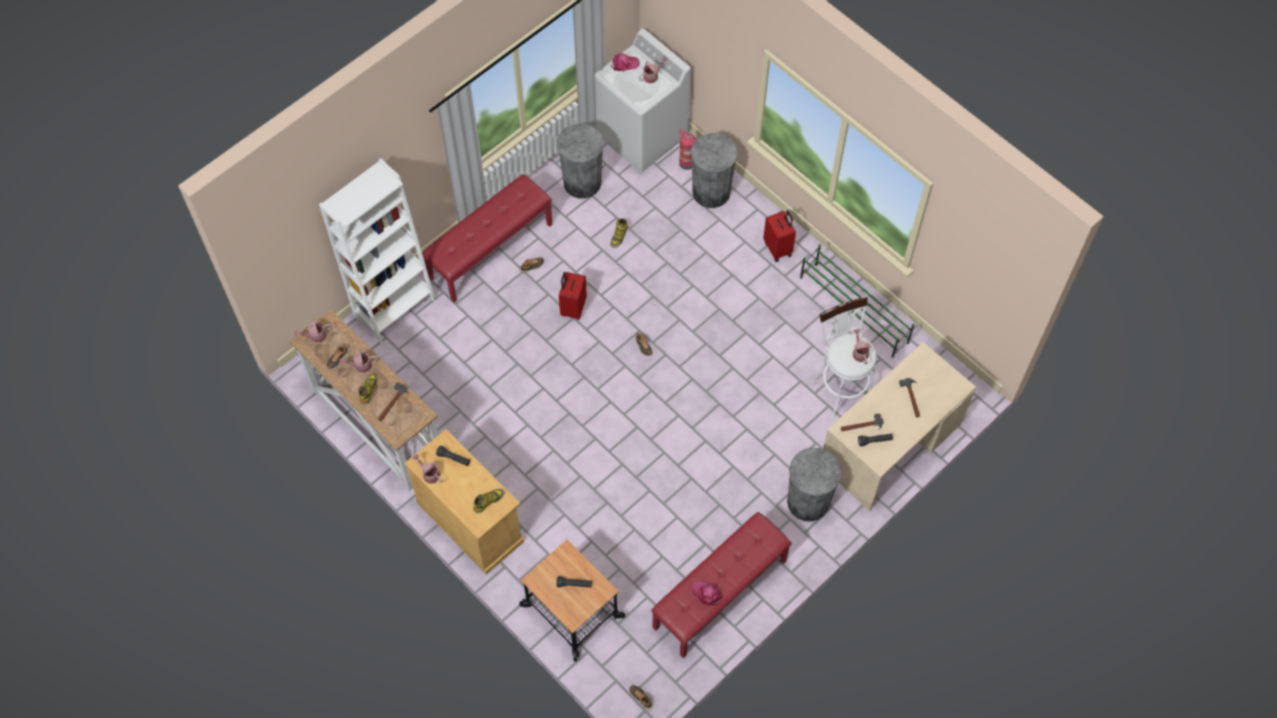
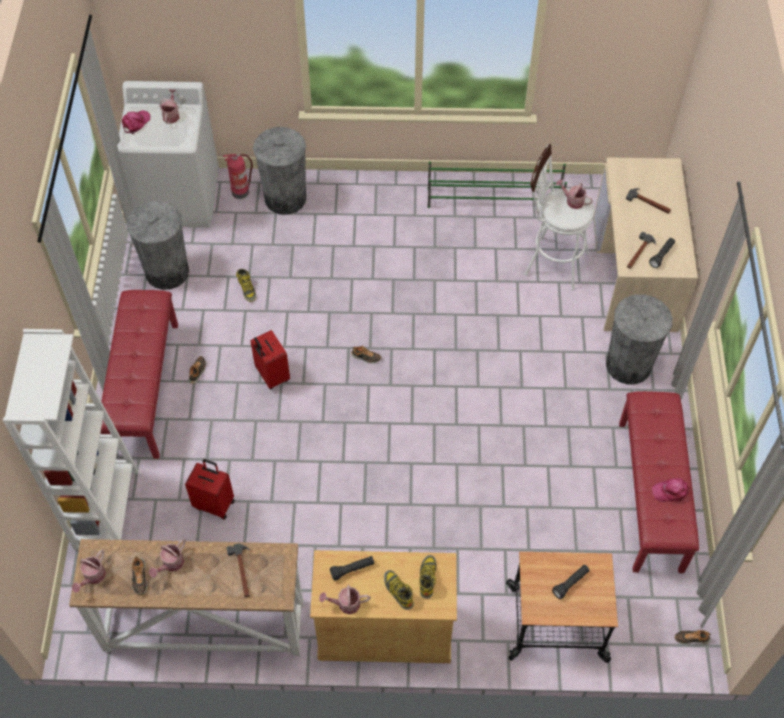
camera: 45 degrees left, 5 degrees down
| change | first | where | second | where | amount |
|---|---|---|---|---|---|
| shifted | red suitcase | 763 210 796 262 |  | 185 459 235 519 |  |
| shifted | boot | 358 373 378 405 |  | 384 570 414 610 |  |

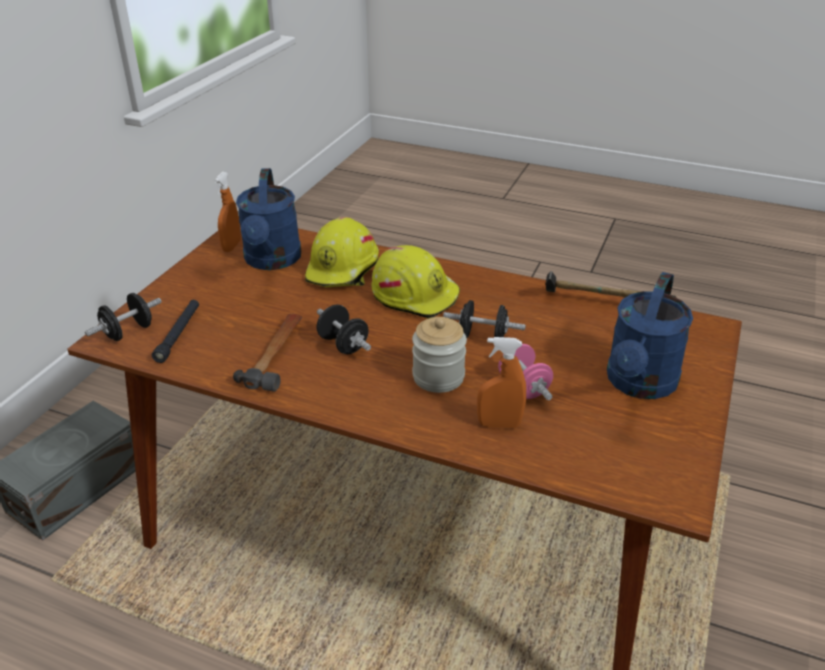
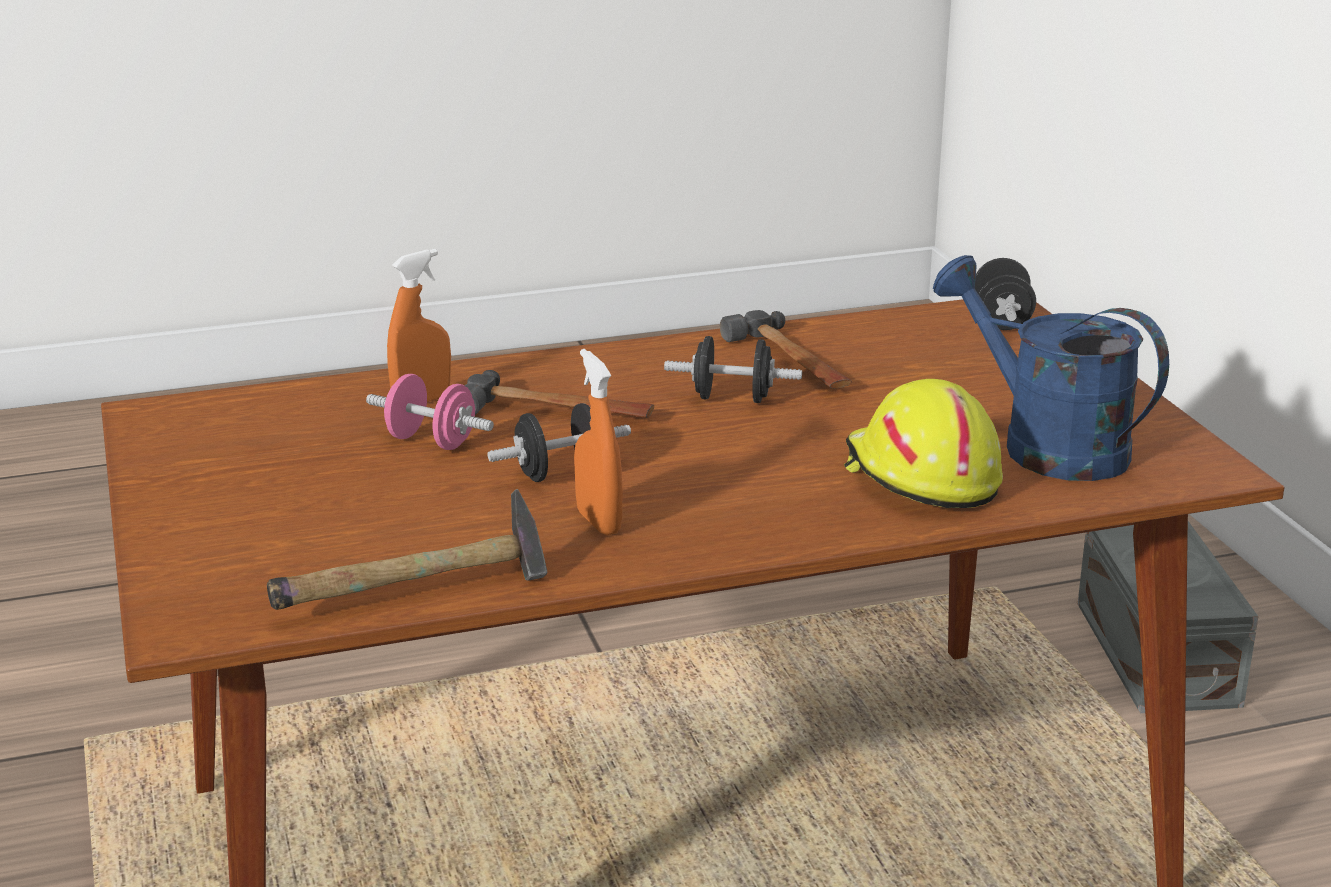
camera: 140 degrees right, 10 degrees down
| change | first | where | second | where | amount |
|---|---|---|---|---|---|
| swapped | jar | 412 317 467 393 | hammer | 465 370 654 418 |  |
| shifted | orange spray bottle | 214 172 241 252 |  | 574 349 623 535 |  |
| gone | black flashlight | 152 300 199 363 |  |  |  |
| gone | yellow hard hat | 372 245 460 319 |  |  |  |
| gone | blue watering can | 607 272 693 399 |  |  |  |

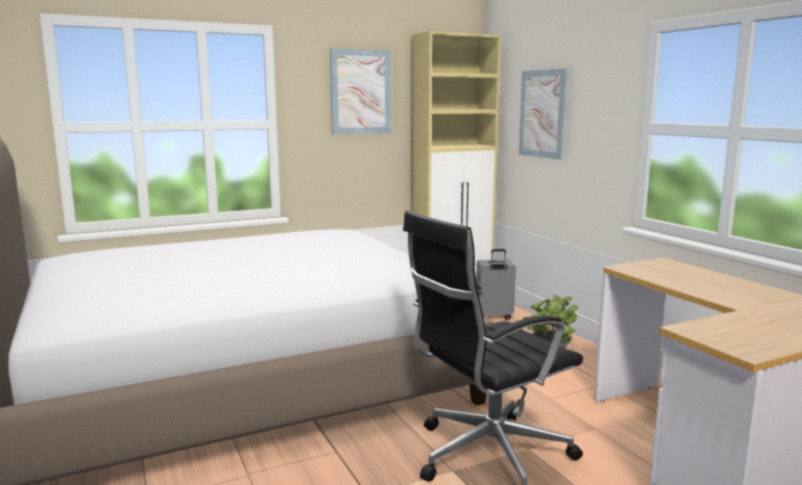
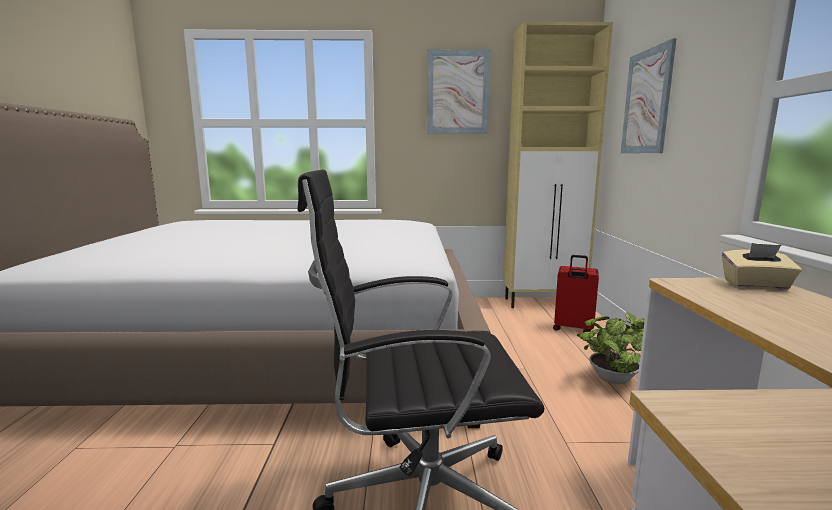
camera: 25 degrees right, 0 degrees up
| change | first | where | second | where | amount |
|---|---|---|---|---|---|
| repainted | grey suitcase | 476 249 516 320 | red suitcase | 553 255 599 333 |  |
| new |  |  | beige tissue box | 722 243 802 290 |  |

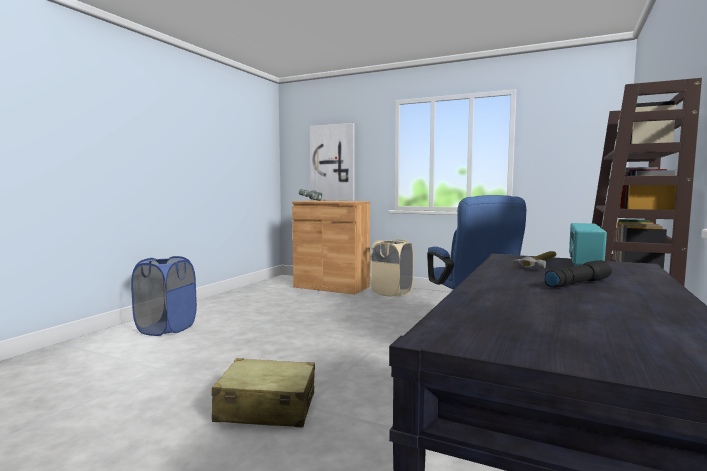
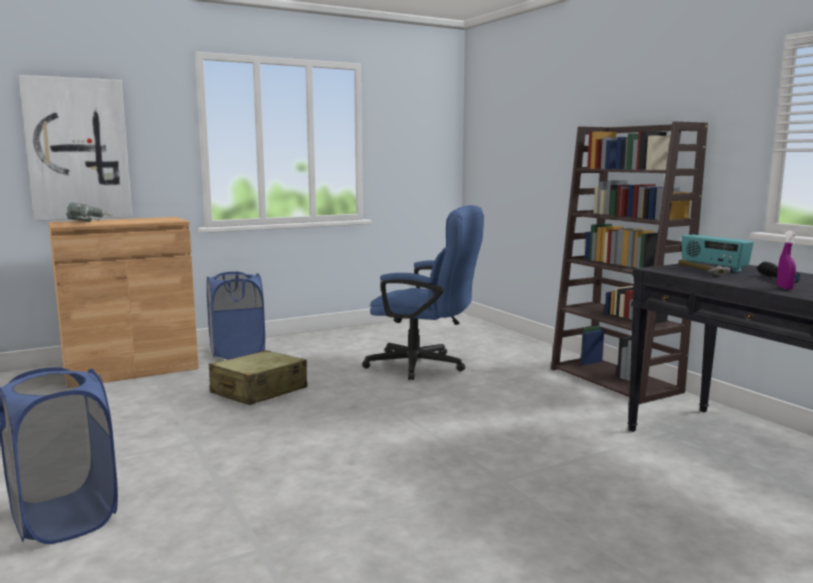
camera: 55 degrees left, 5 degrees up
| change | first | where | second | where | amount |
|---|---|---|---|---|---|
| repainted | beige laundry basket | 370 239 414 297 | blue laundry basket | 207 271 265 360 |  |
| shifted | beige suitcase | 212 358 315 427 |  | 209 350 307 405 |  |
| new |  |  | purple spray bottle | 777 231 797 290 |  |

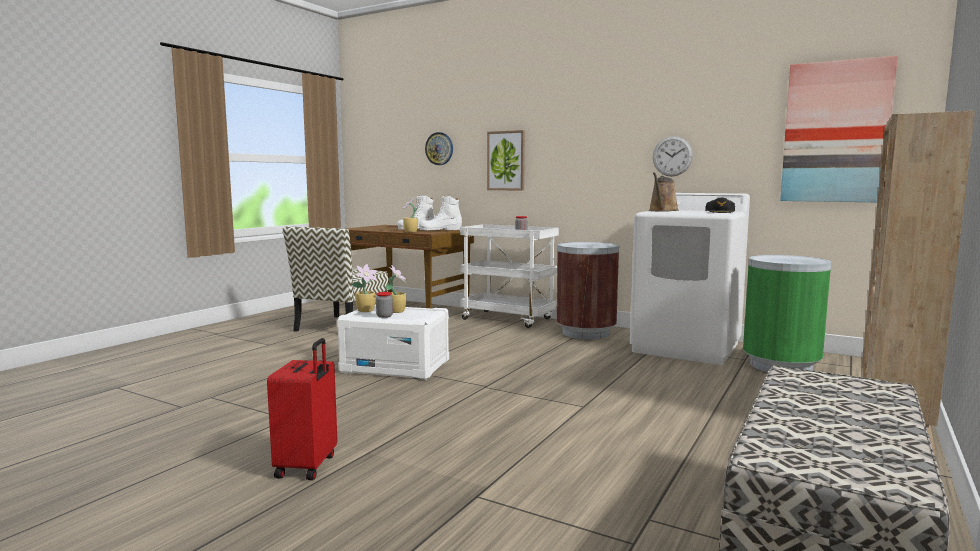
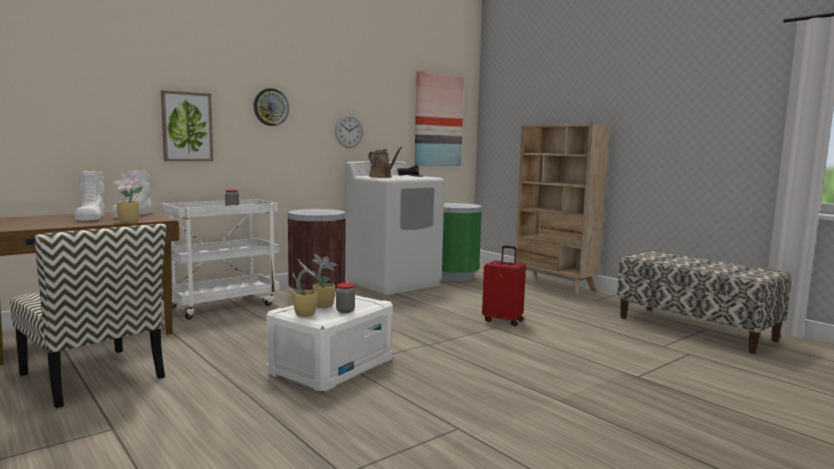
camera: 70 degrees left, 0 degrees up
| change | first | where | second | where | amount |
|---|---|---|---|---|---|
| shifted | wall clock | 425 132 453 165 |  | 254 88 289 126 |  |
| shifted | red suitcase | 267 338 337 480 |  | 482 245 526 326 |  |

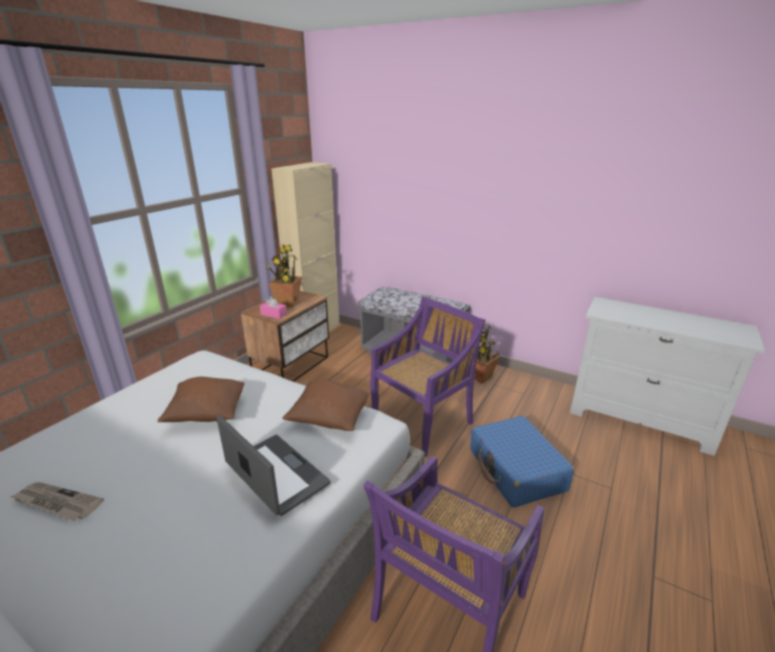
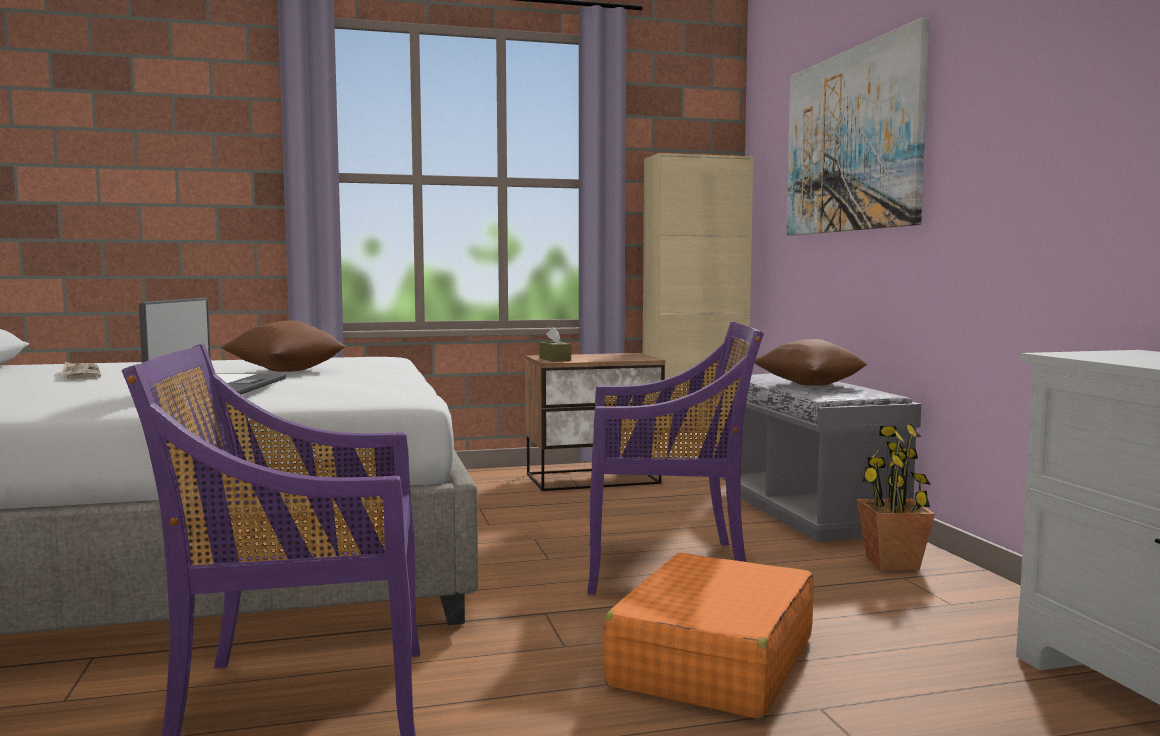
camera: 45 degrees right, 20 degrees down
| change | first | where | second | where | amount |
|---|---|---|---|---|---|
| repainted | pink tissue box | 260 297 287 319 | brown tissue box | 539 327 571 362 |  |
| repainted | blue suitcase | 470 416 574 508 | orange suitcase | 604 553 814 719 |  |
| shifted | brown pillow | 282 380 370 431 |  | 755 339 868 386 |  |
| new |  |  | picture | 786 18 930 236 |  |
| gone | potted plant | 267 245 302 307 |  |  |  |

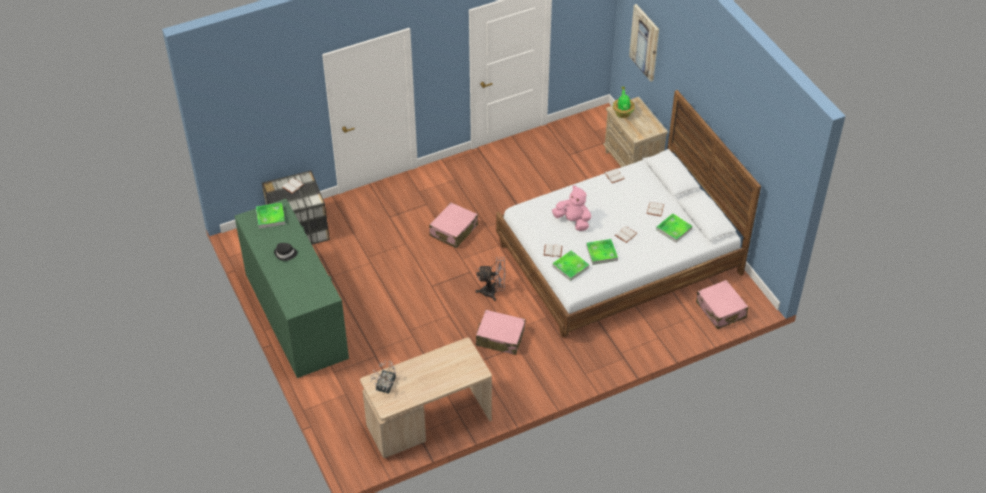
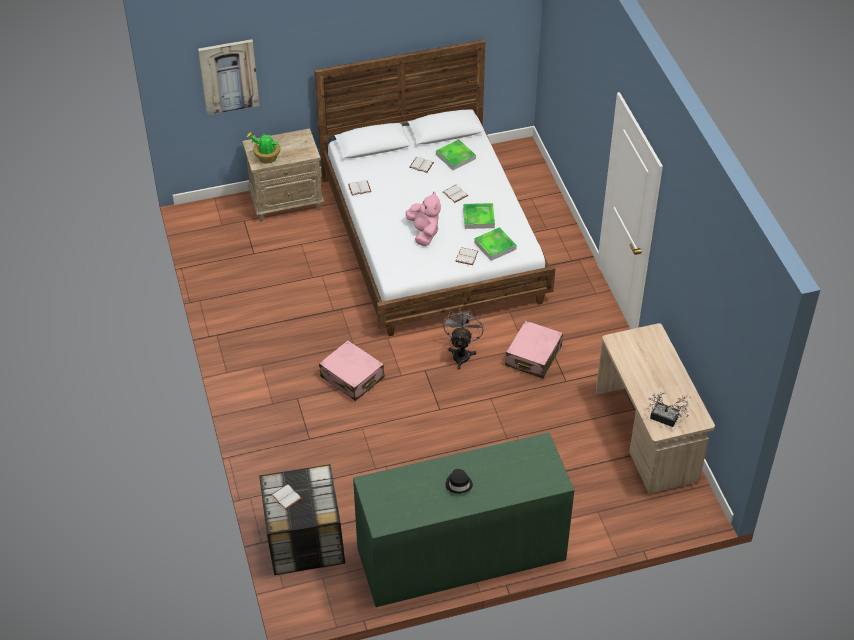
camera: 80 degrees left, 0 degrees up
| change | first | where | second | where | amount |
|---|---|---|---|---|---|
| rotated | pink plush toy | 552 185 591 231 |  | 406 191 441 246 | 120 degrees clockwise |
| gone | tray | 256 203 285 229 |  |  |  |
| gone | pink suitcase | 696 280 749 329 |  |  |  |

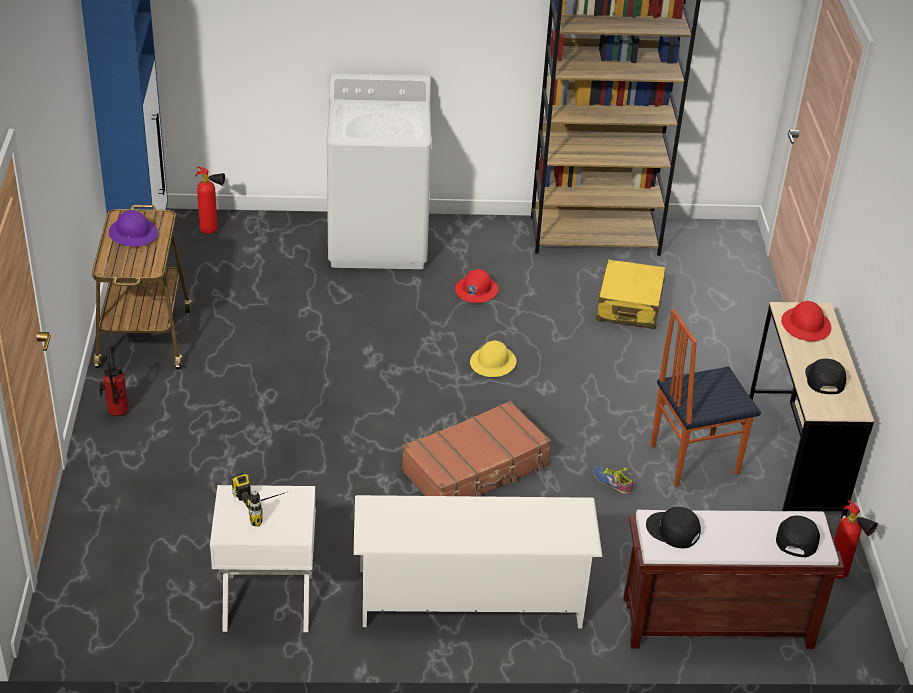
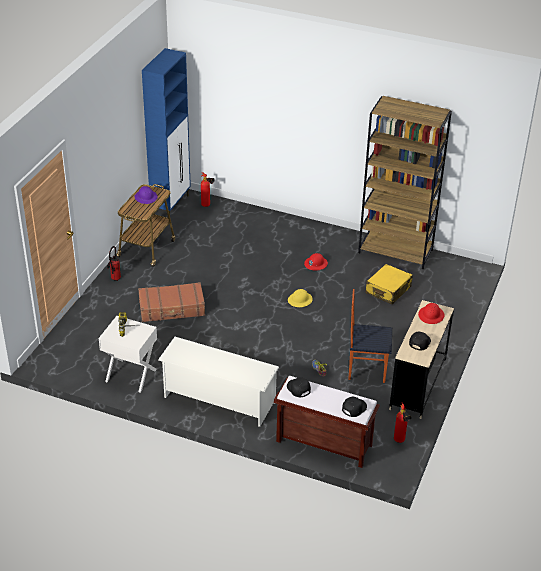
camera: 25 degrees right, 0 degrees up
| change | first | where | second | where | amount |
|---|---|---|---|---|---|
| shifted | brown suitcase | 401 401 551 496 |  | 138 282 205 322 |  |
| gone | white washing machine | 327 73 432 269 |  |  |  |

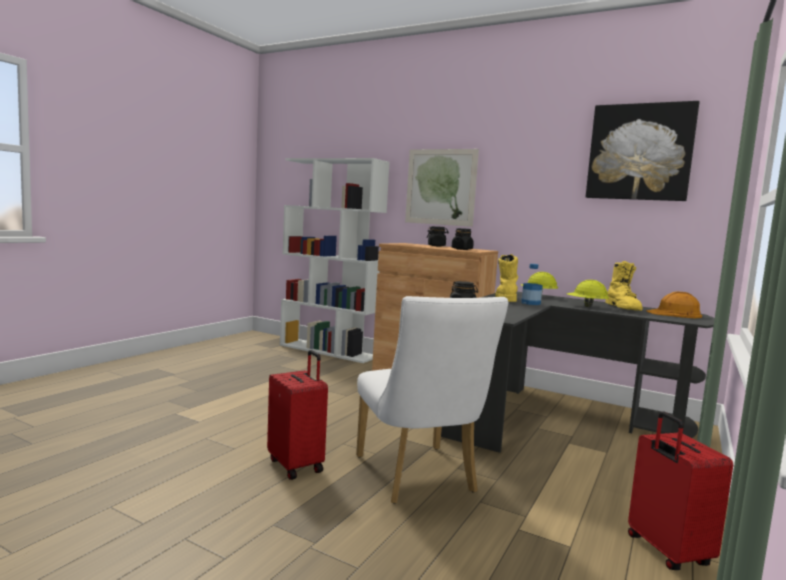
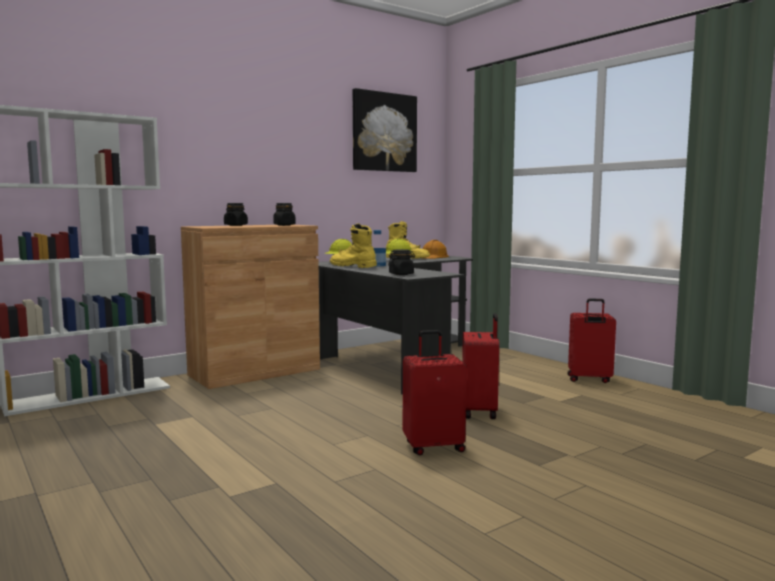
camera: 65 degrees left, 0 degrees up
| change | first | where | second | where | amount |
|---|---|---|---|---|---|
| swapped | white chair | 356 296 508 504 | red suitcase | 462 313 499 419 |  |
| gone | picture | 405 149 479 227 |  |  |  |

